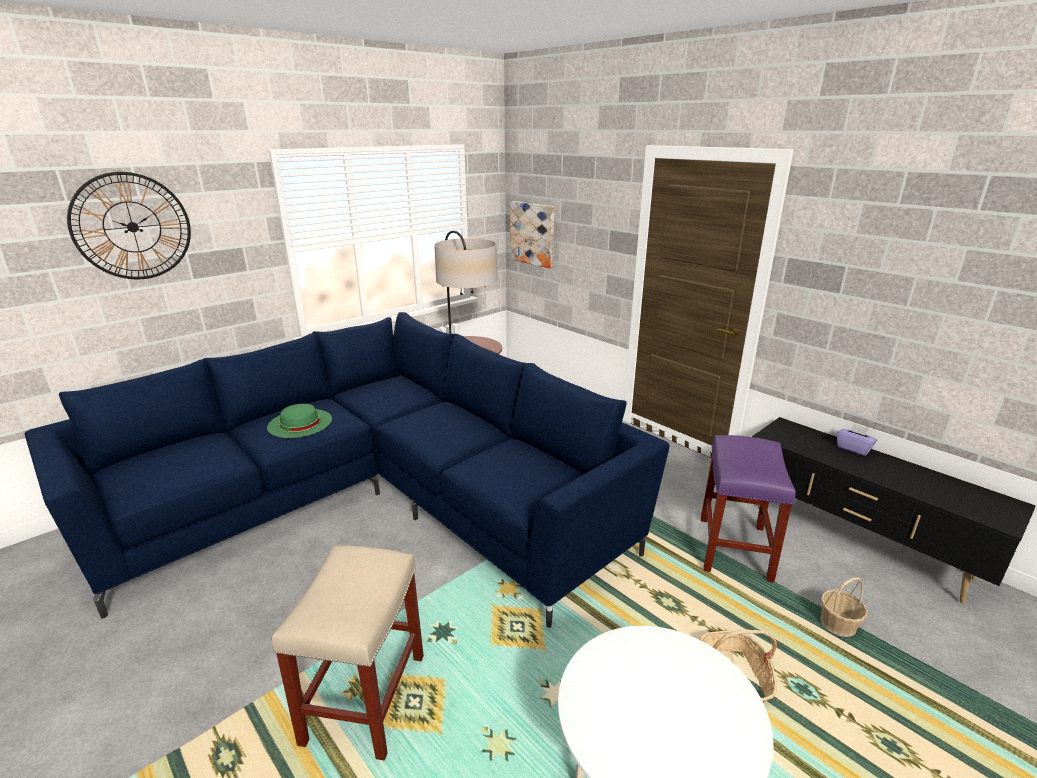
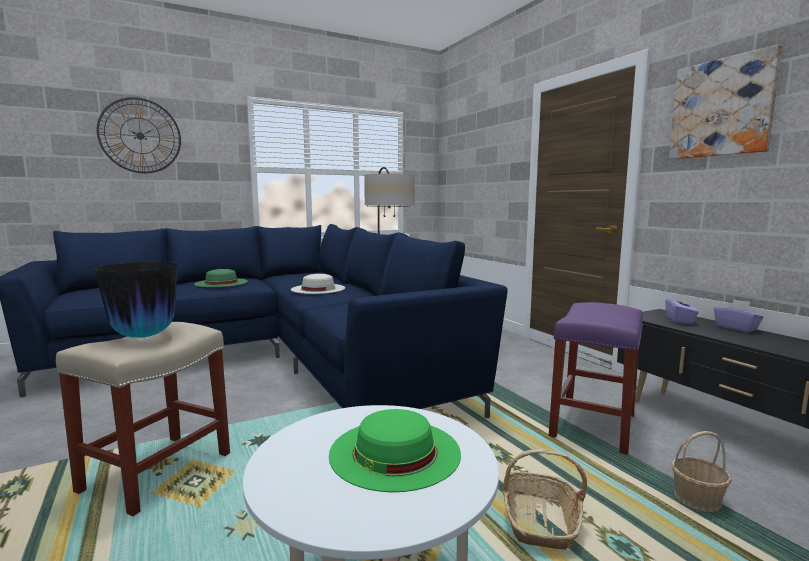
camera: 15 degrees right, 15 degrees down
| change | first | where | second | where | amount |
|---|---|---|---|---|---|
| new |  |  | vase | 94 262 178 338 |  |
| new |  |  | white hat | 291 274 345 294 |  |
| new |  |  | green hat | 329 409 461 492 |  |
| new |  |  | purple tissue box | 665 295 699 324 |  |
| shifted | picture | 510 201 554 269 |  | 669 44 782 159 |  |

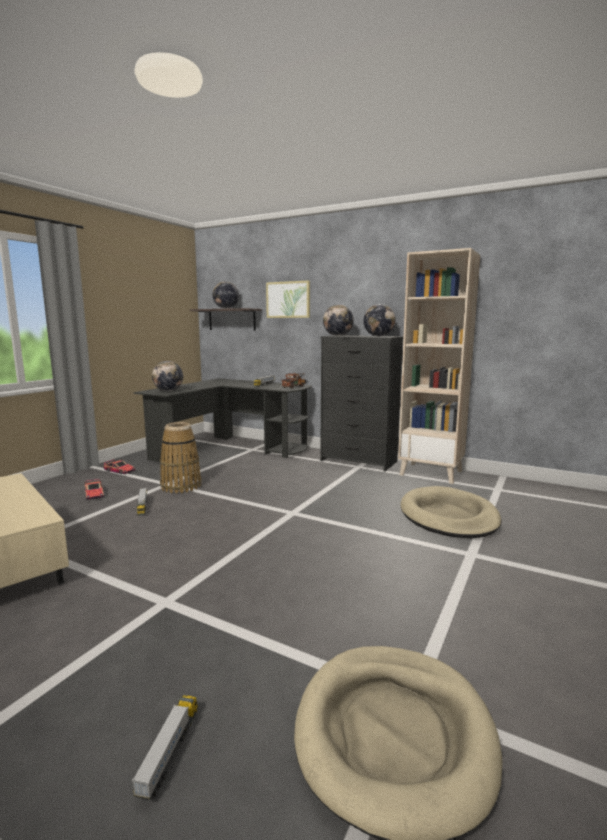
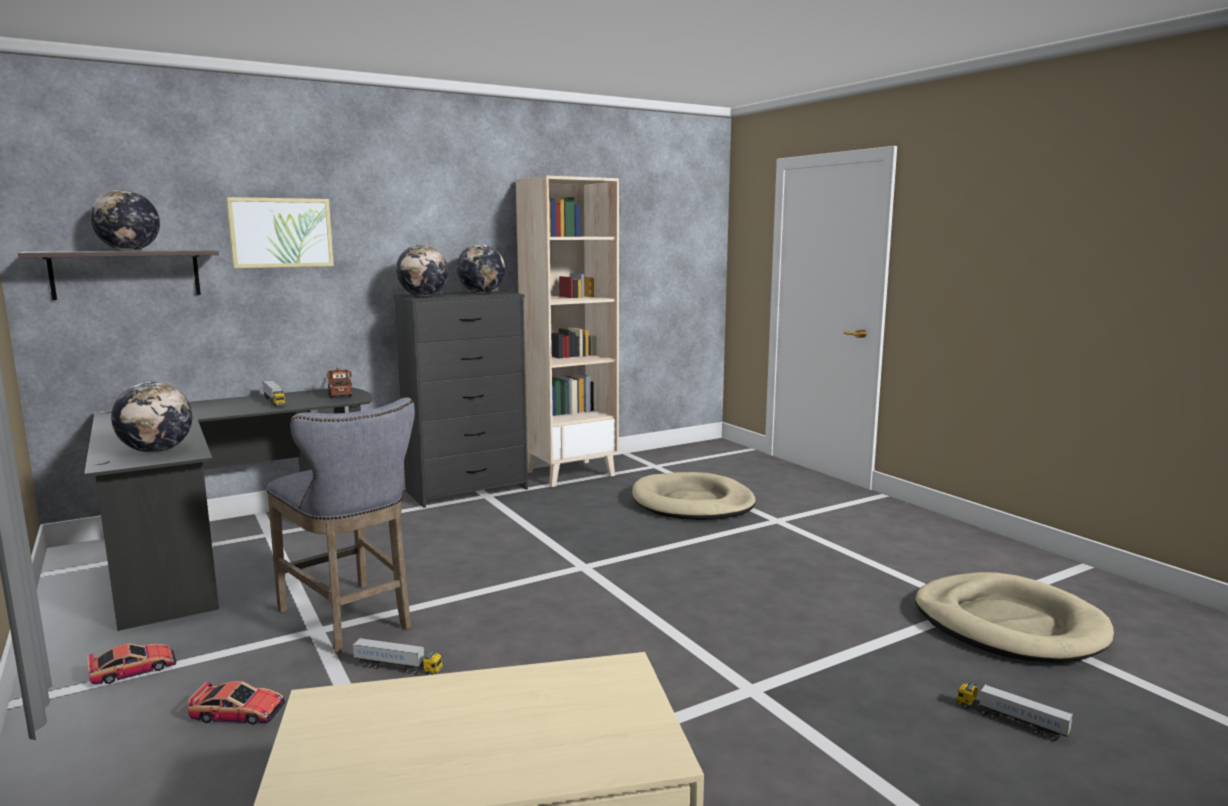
camera: 60 degrees left, 0 degrees up
| change | first | where | second | where | amount |
|---|---|---|---|---|---|
| swapped | basket | 160 422 201 493 | grey stool | 266 398 415 654 |  |

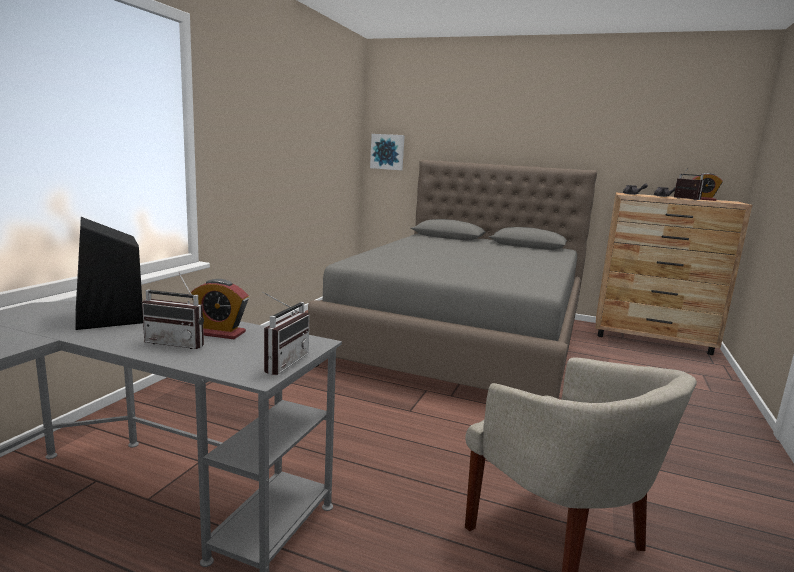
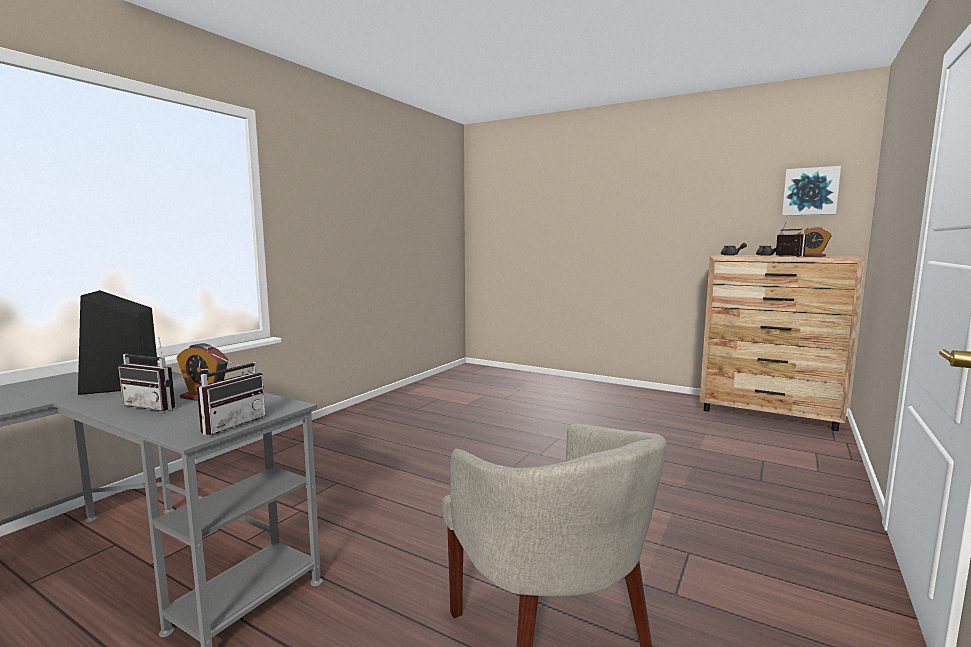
camera: 10 degrees right, 5 degrees down
| change | first | where | second | where | amount |
|---|---|---|---|---|---|
| shifted | picture | 370 134 405 170 |  | 782 166 841 216 |  |
| gone | grey bed | 308 160 597 399 |  |  |  |

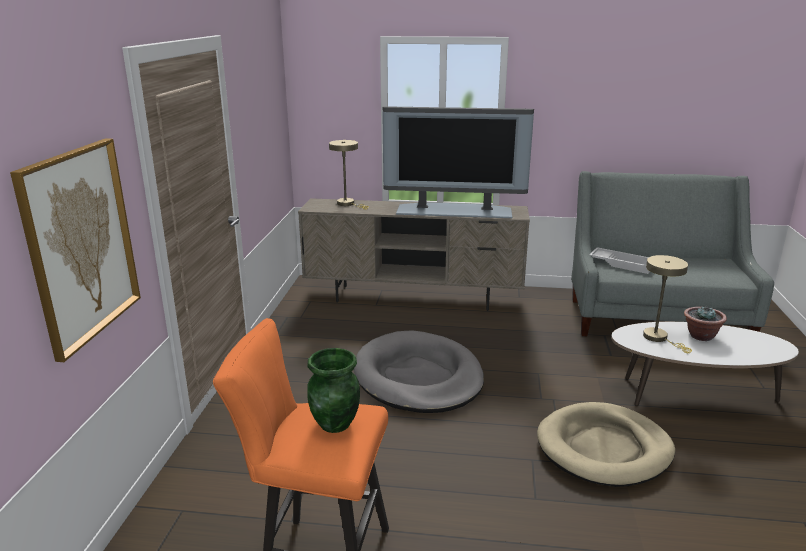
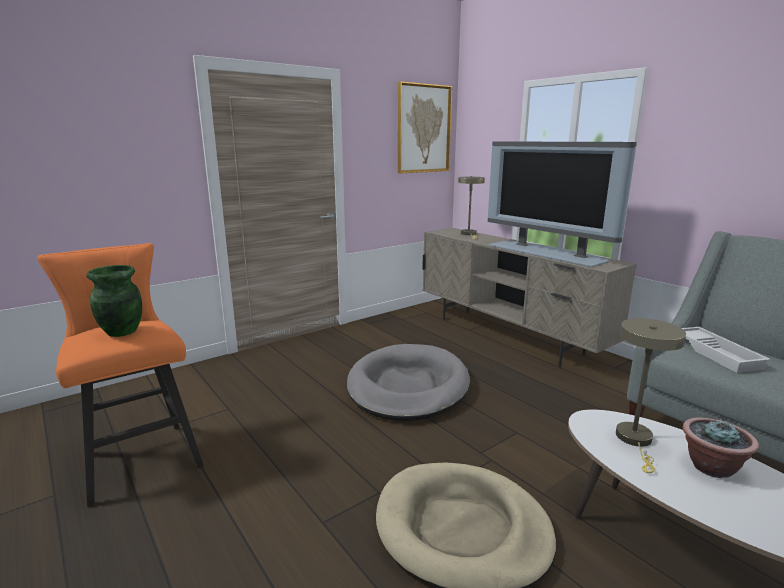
camera: 45 degrees right, 5 degrees down
| change | first | where | second | where | amount |
|---|---|---|---|---|---|
| shifted | picture | 10 139 141 362 |  | 398 81 452 173 |  |

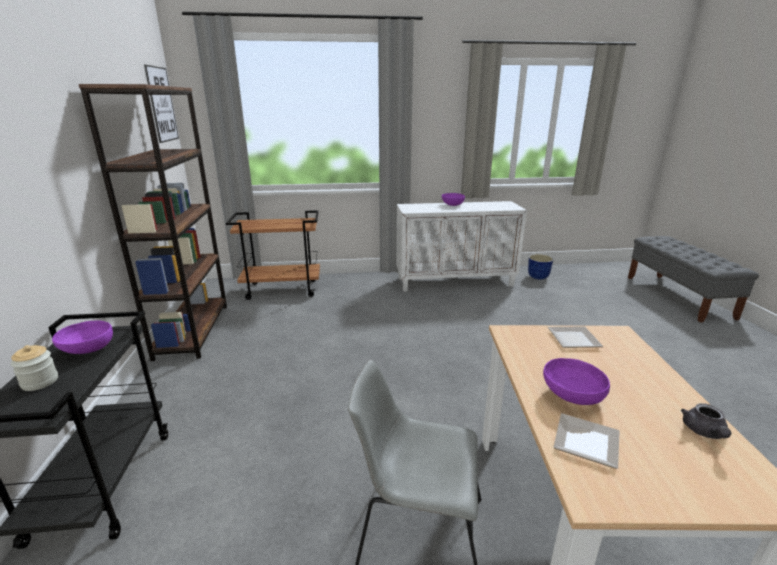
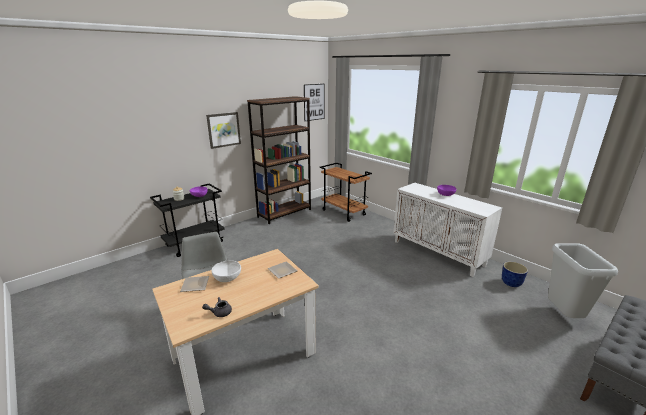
camera: 55 degrees right, 0 degrees up
| change | first | where | second | where | amount |
|---|---|---|---|---|---|
| new |  |  | picture | 206 112 241 149 |  |
| repainted | purple bowl | 543 358 610 405 | white bowl | 212 260 241 282 |  |
| new |  |  | grey trash can | 548 243 618 318 |  |

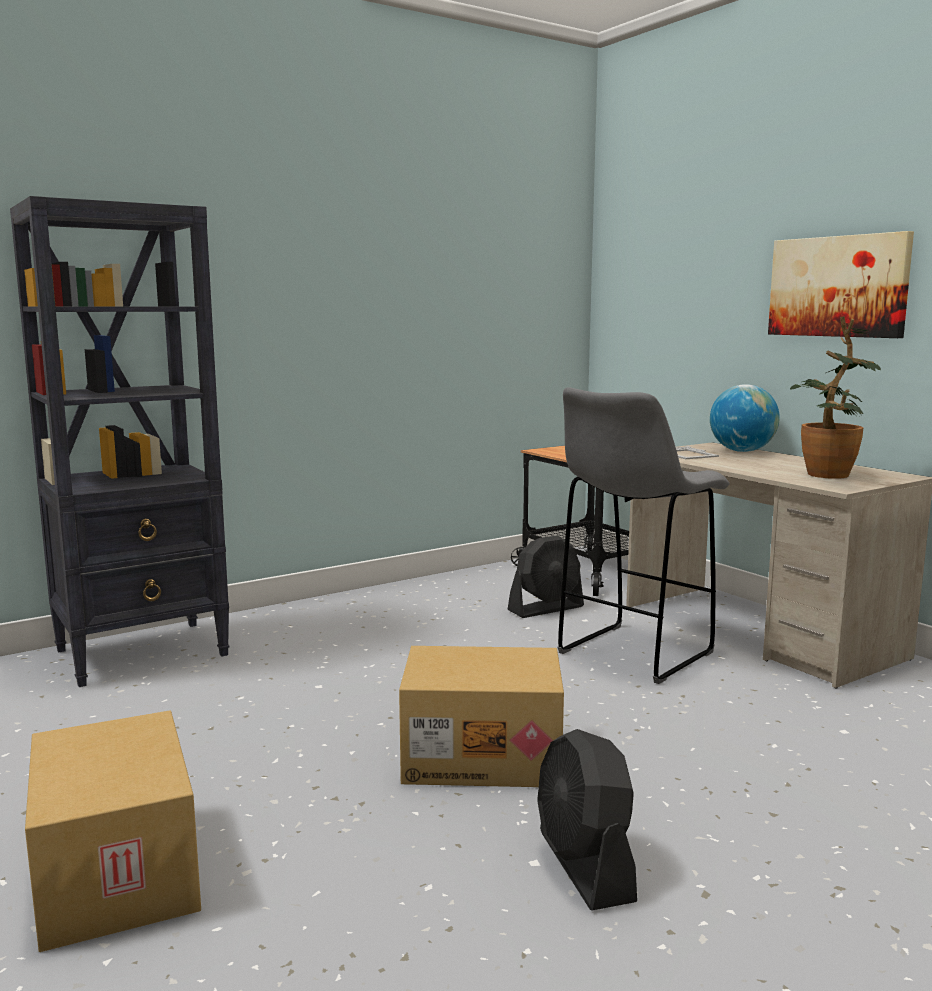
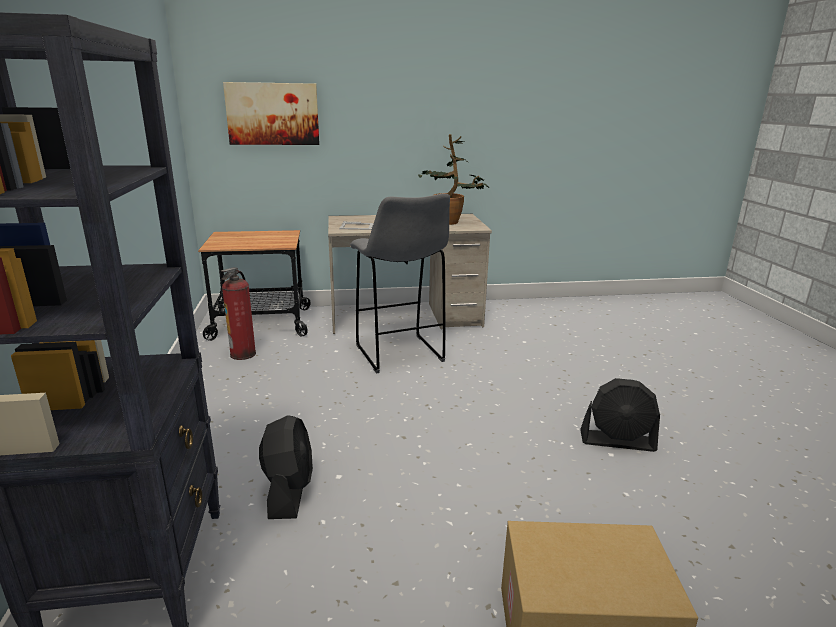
camera: 65 degrees left, 10 degrees up
| change | first | where | second | where | amount |
|---|---|---|---|---|---|
| new |  |  | fire extinguisher | 221 268 256 360 |  |
| shifted | picture | 768 231 914 338 |  | 223 82 319 145 |  |
| shifted | black fan | 508 535 584 618 |  | 259 415 313 519 |  |
| gone | cardboard box | 399 646 564 787 |  |  |  |
| gone | globe | 710 384 780 452 |  |  |  |

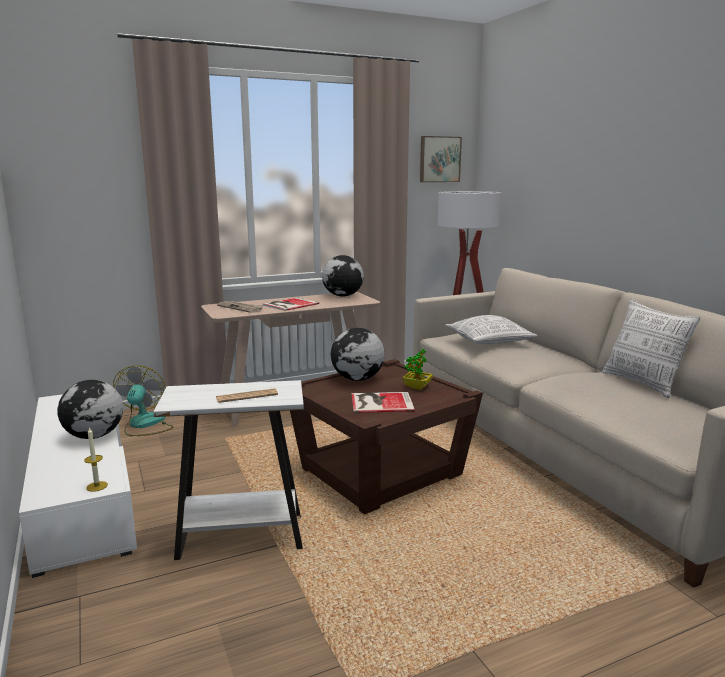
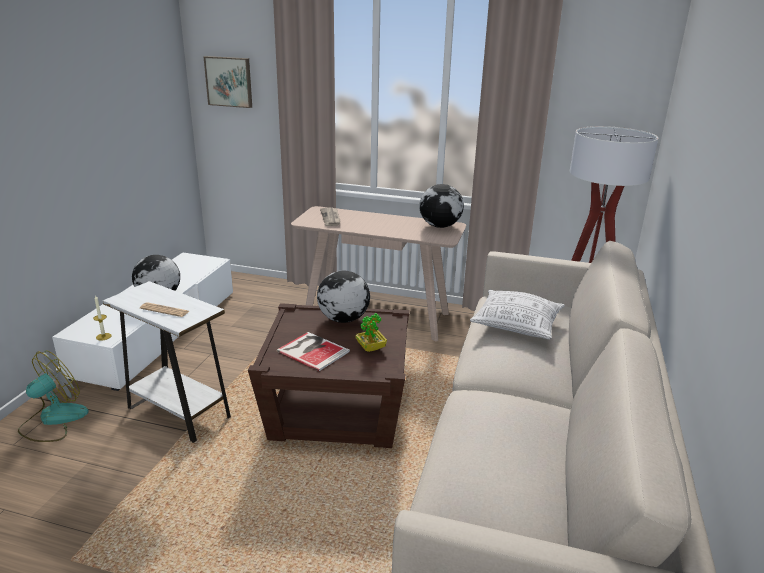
camera: 40 degrees right, 10 degrees up
| change | first | where | second | where | amount |
|---|---|---|---|---|---|
| shifted | fan | 113 366 173 436 |  | 18 350 89 442 |  |
| shifted | picture | 420 136 462 182 |  | 204 56 252 108 |  |
| gone | book | 263 297 319 311 |  |  |  |
| gone | pillow | 602 299 700 398 |  |  |  |

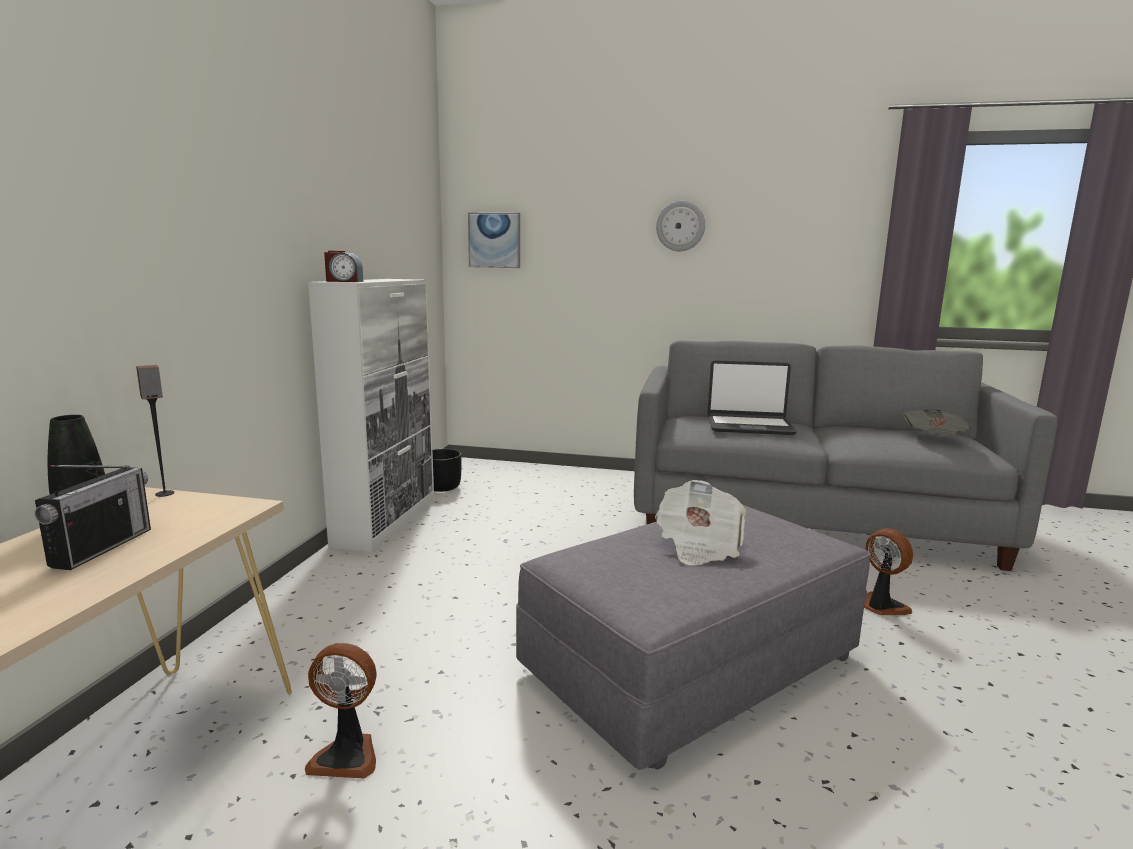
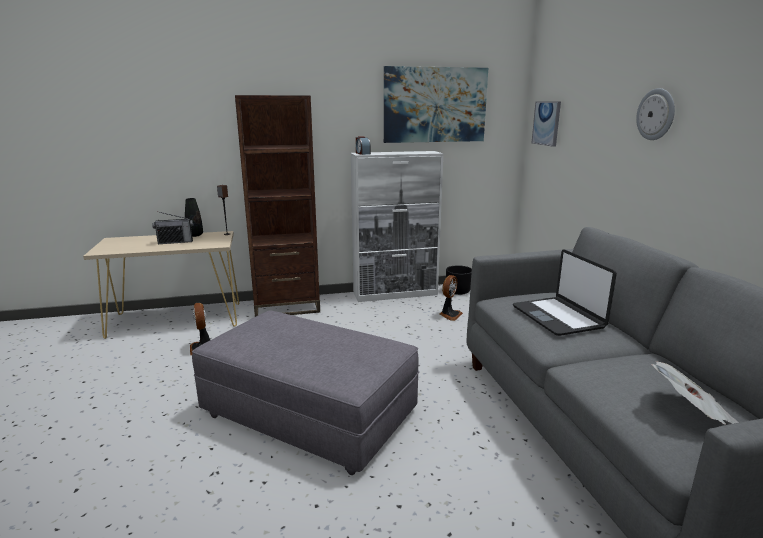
camera: 65 degrees right, 5 degrees up
| change | first | where | second | where | amount |
|---|---|---|---|---|---|
| new |  |  | brown bookcase | 235 95 320 317 |  |
| new |  |  | picture | 384 66 488 143 |  |
| shifted | fan | 864 528 913 615 |  | 440 275 463 321 |  |
| gone | newspaper | 655 480 746 565 |  |  |  |

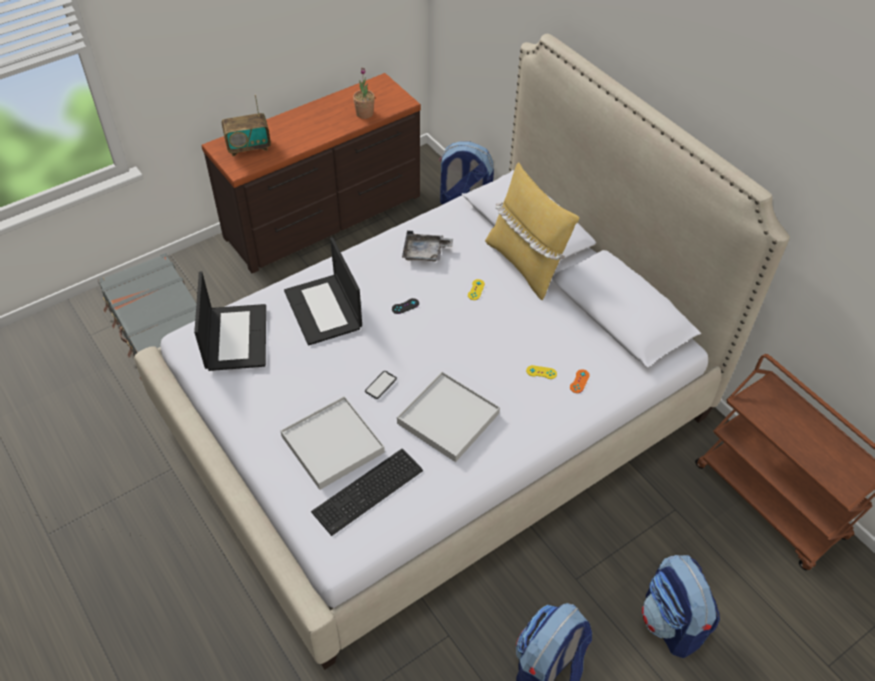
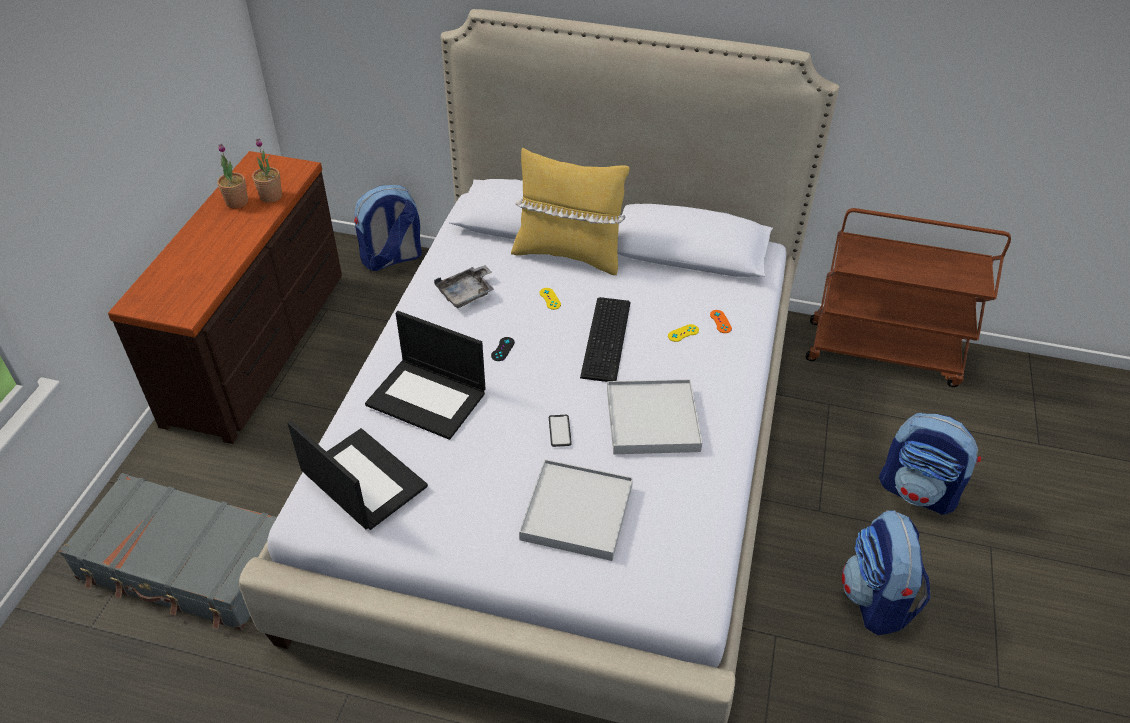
camera: 40 degrees left, 5 degrees down
| change | first | where | second | where | amount |
|---|---|---|---|---|---|
| new |  |  | potted plant | 217 144 248 208 |  |
| shifted | keyboard | 311 449 423 536 |  | 580 297 631 382 |  |
| gone | radio | 222 95 271 156 |  |  |  |

